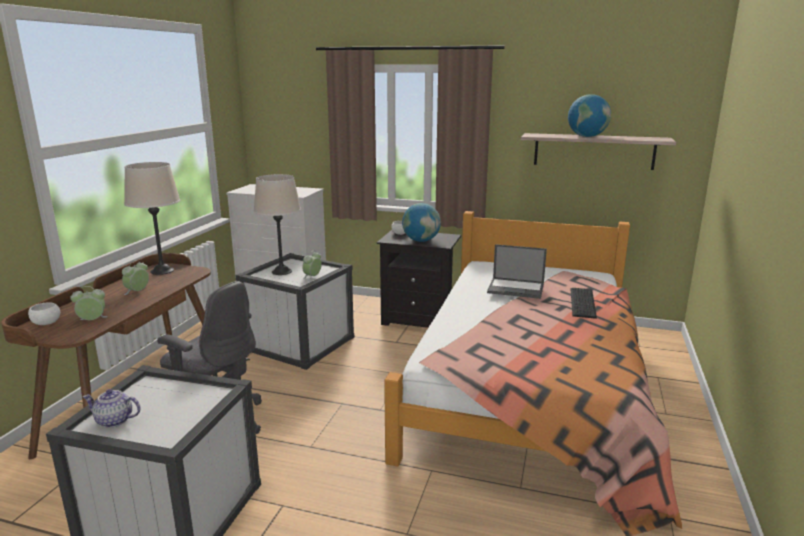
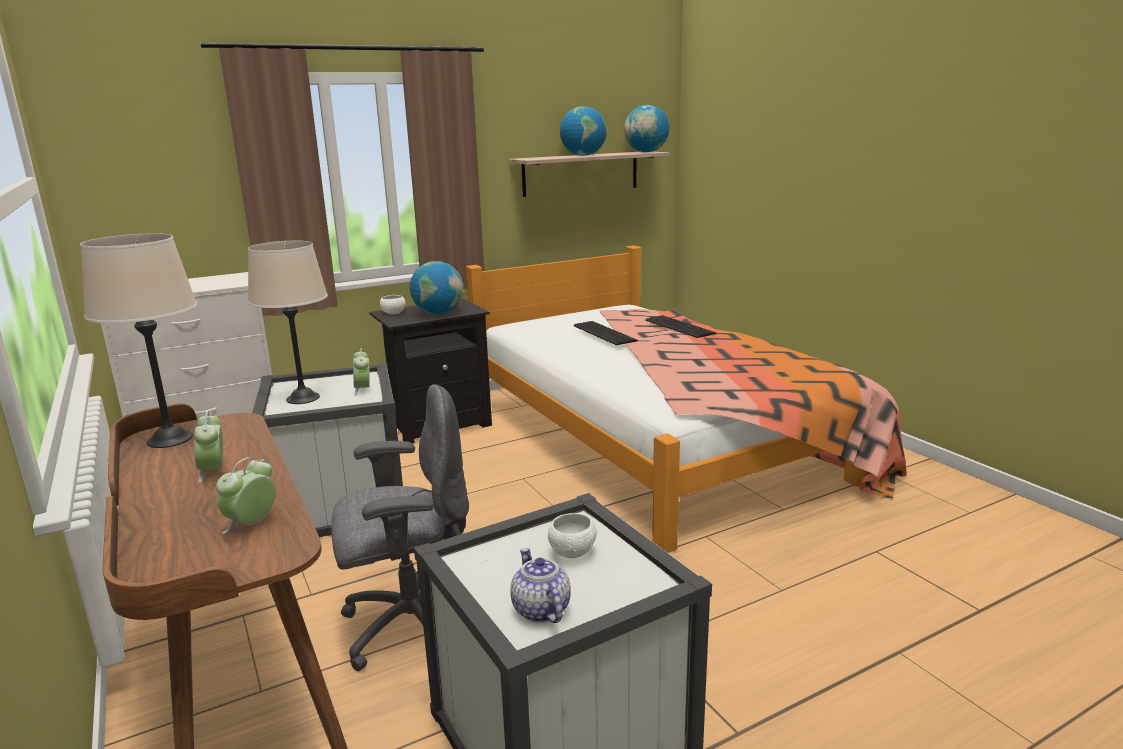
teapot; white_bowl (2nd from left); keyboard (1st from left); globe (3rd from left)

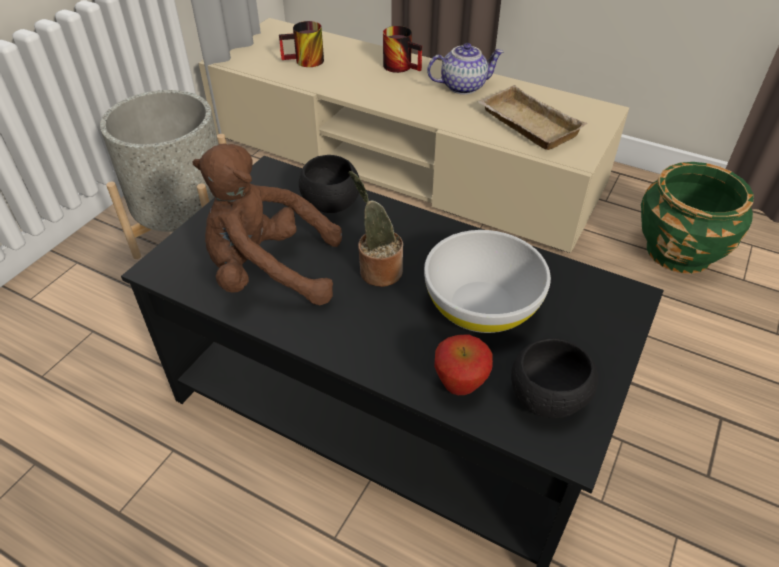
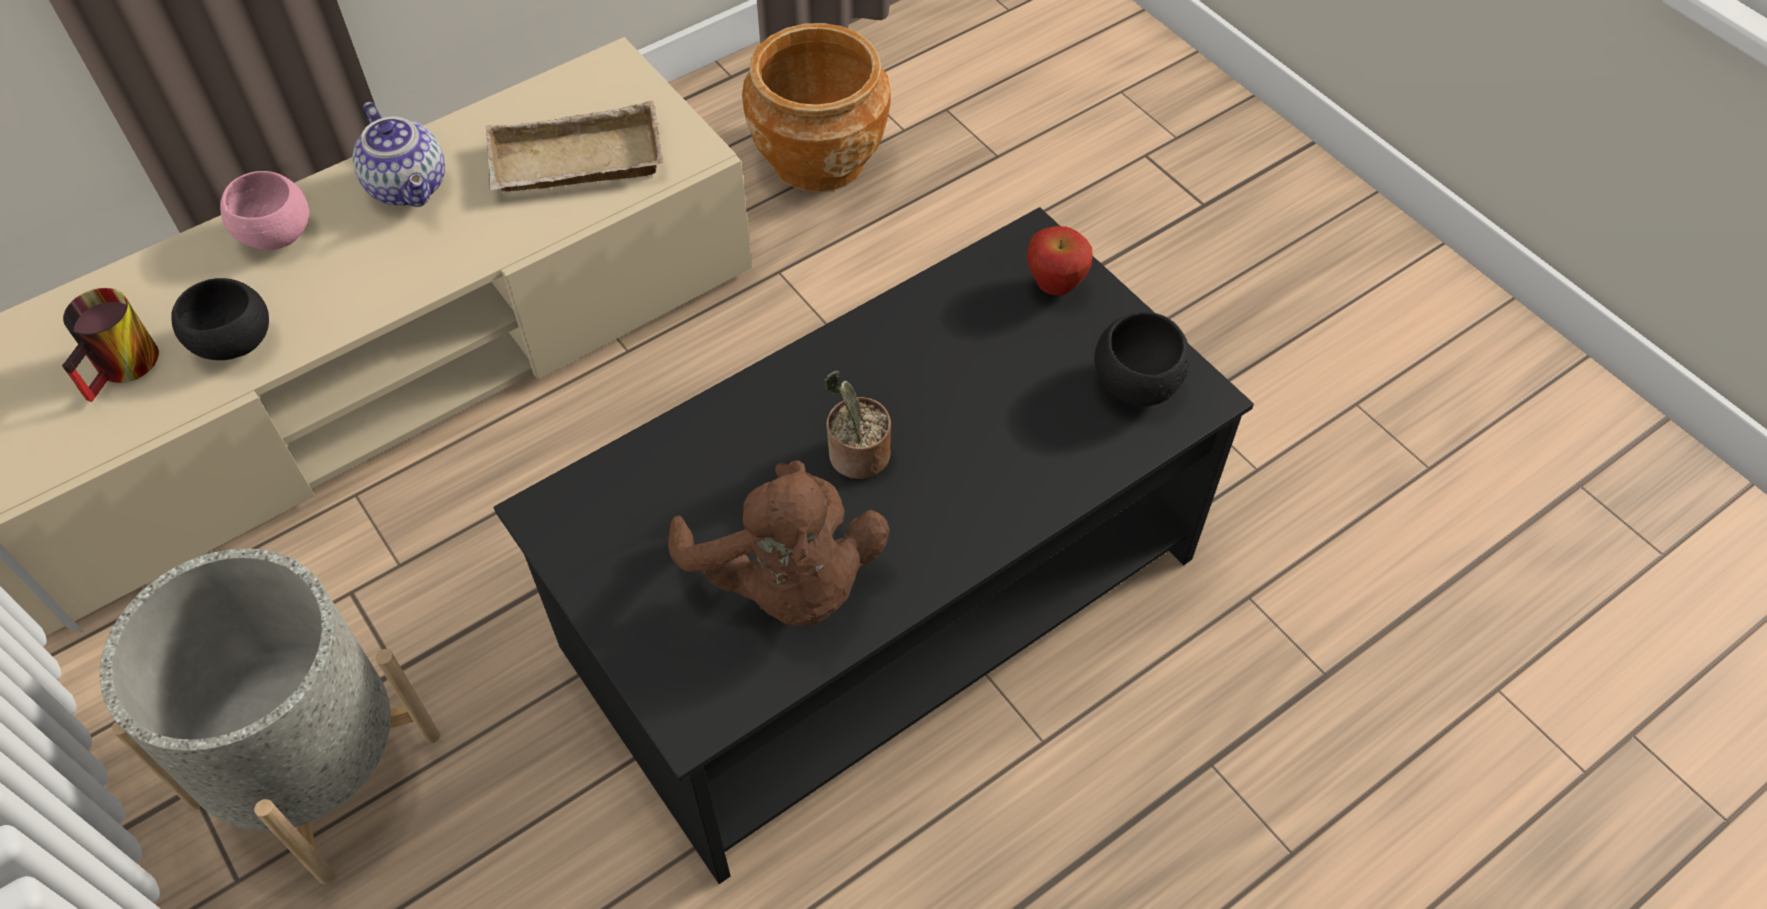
black_bowl (1st from left); pink_bowl; teapot; brown_plush_toy; brown_planter; apple; white_bowl

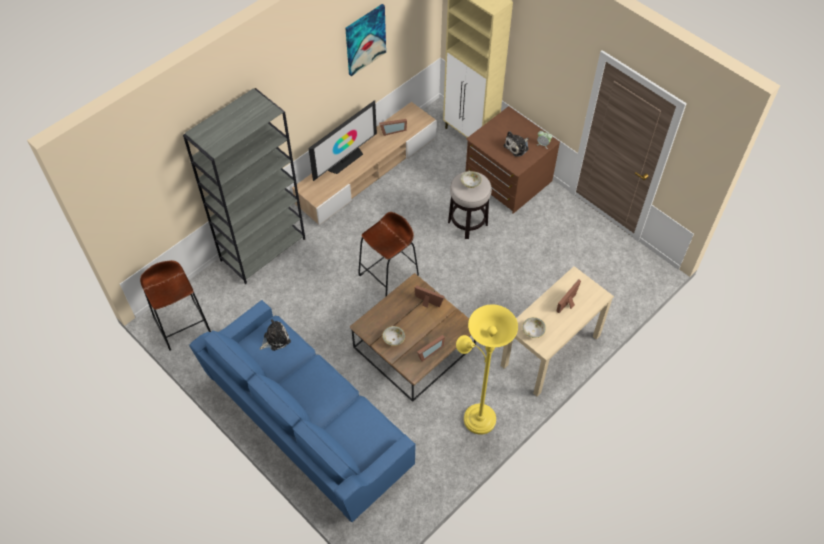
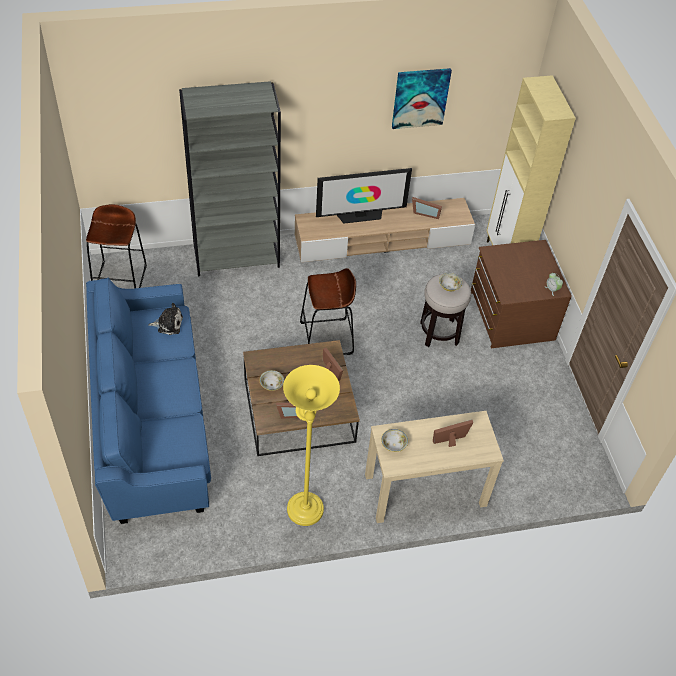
plush_toy (2nd from left in the first image)

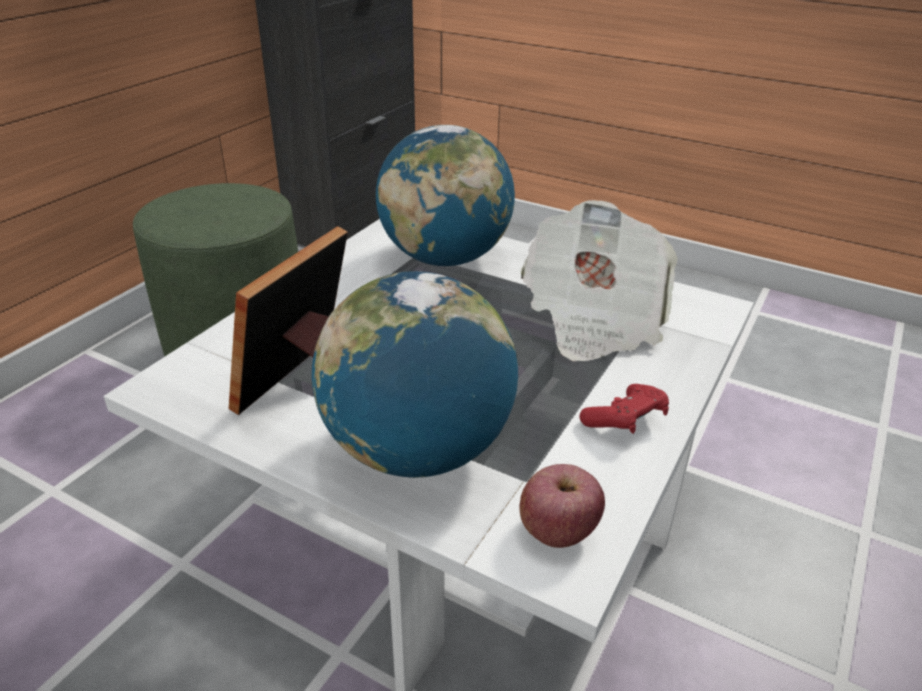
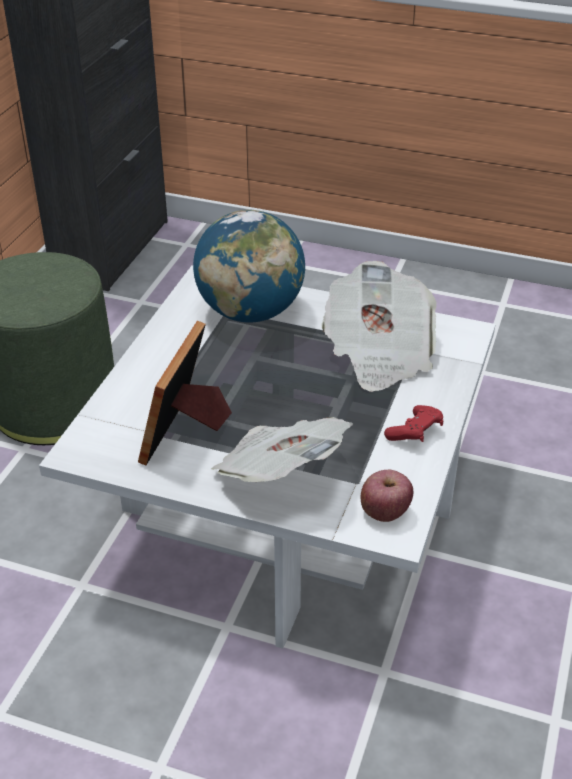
newspaper (1st from left)

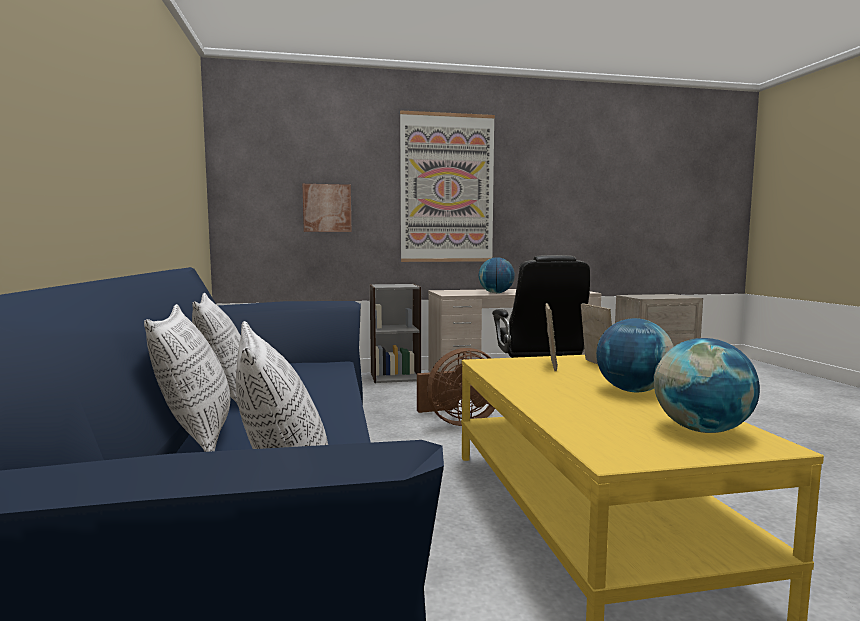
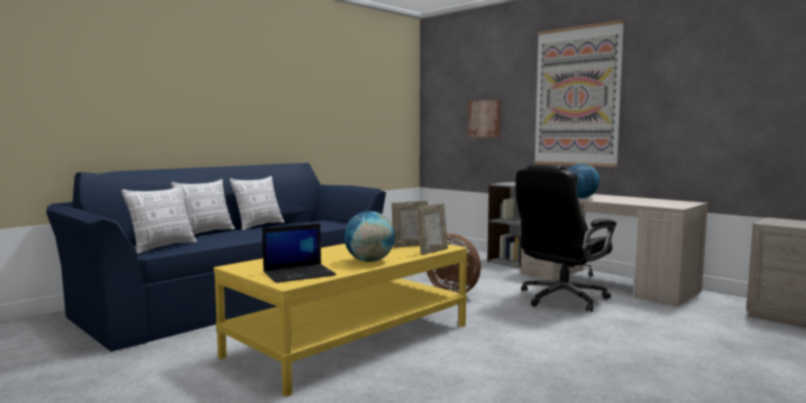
laptop

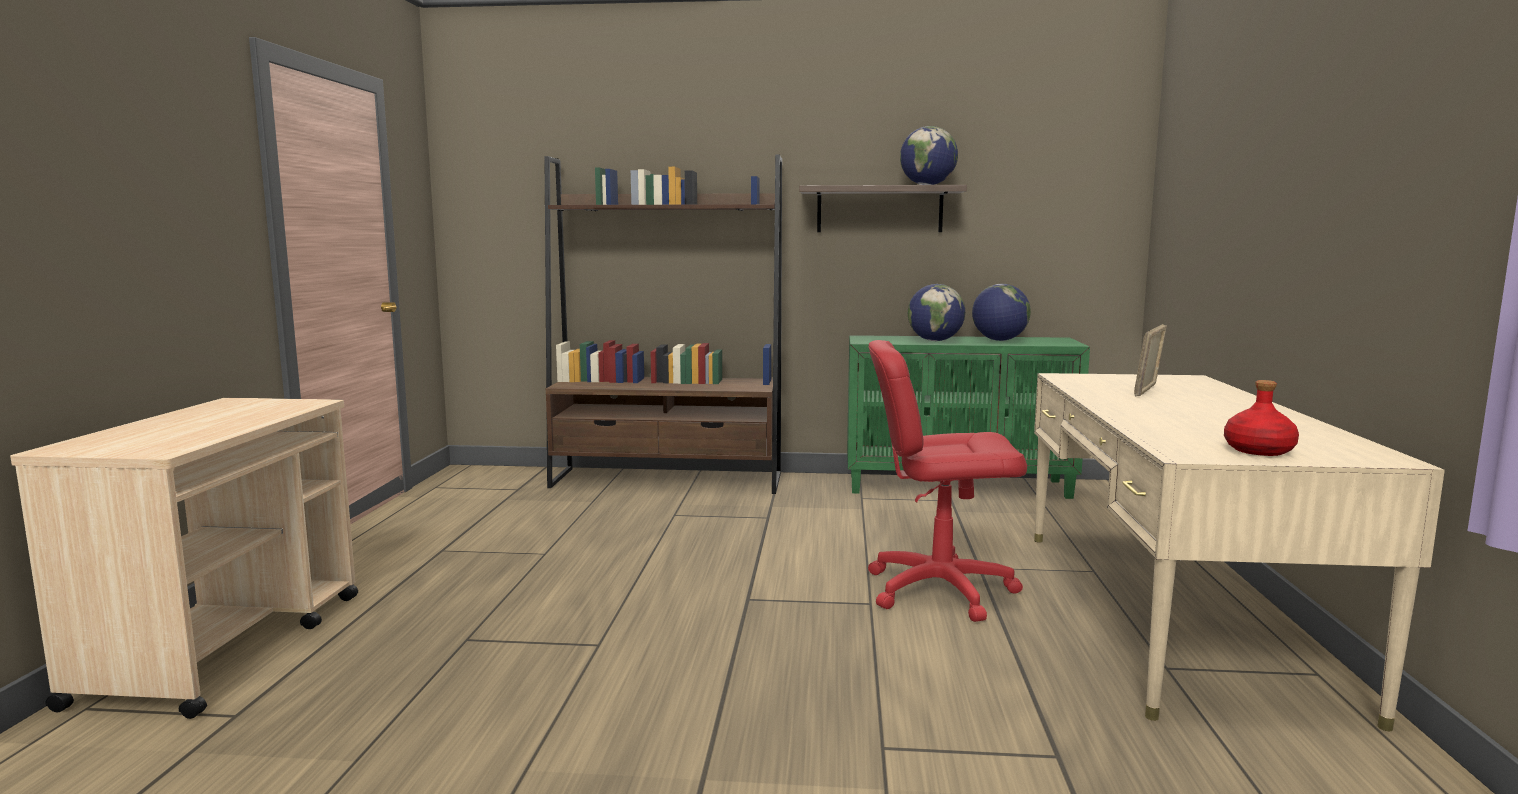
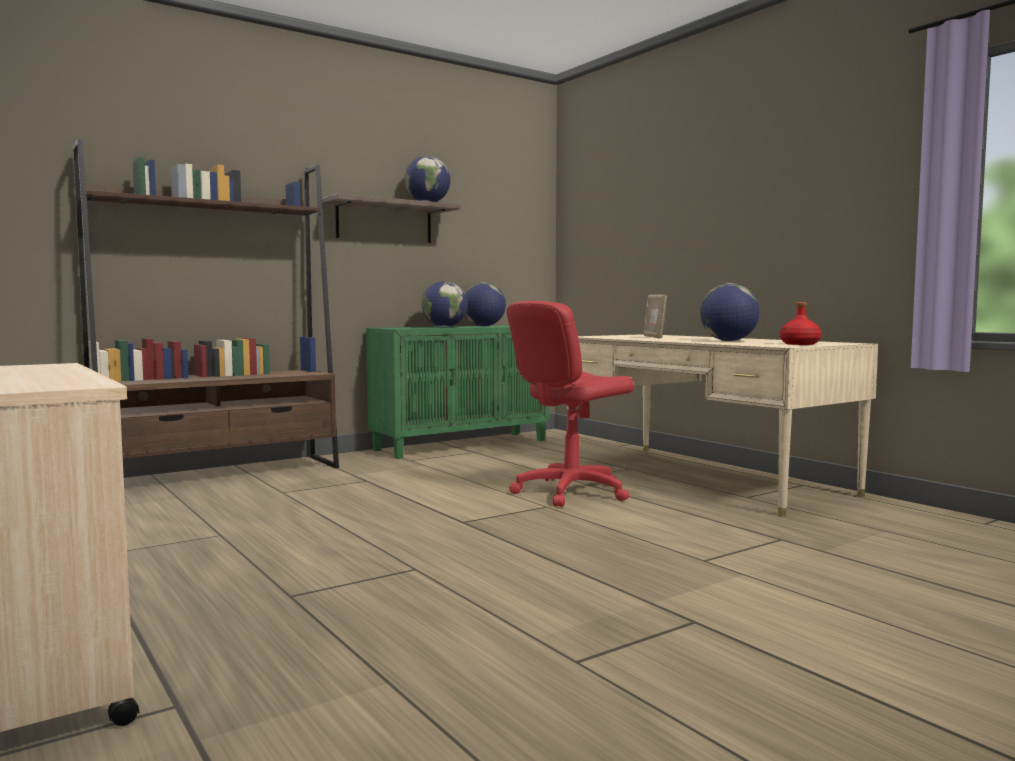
globe (4th from left)

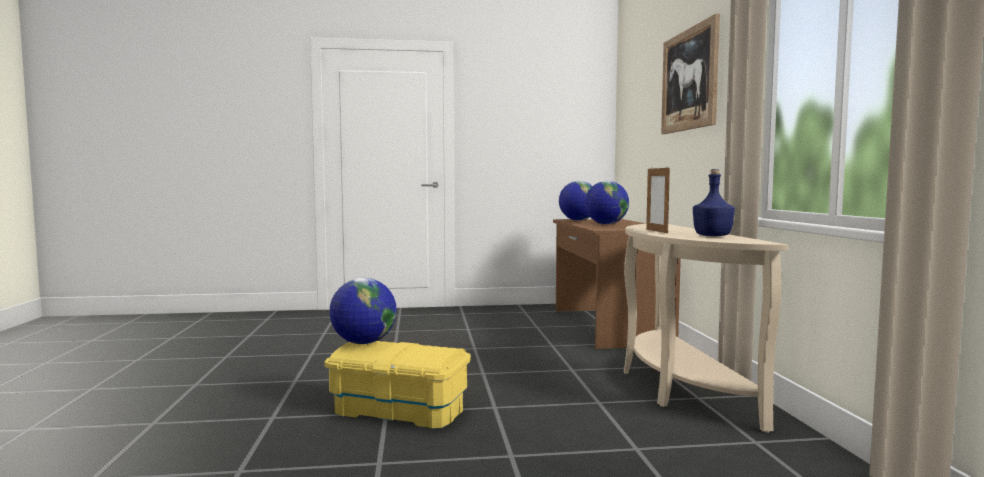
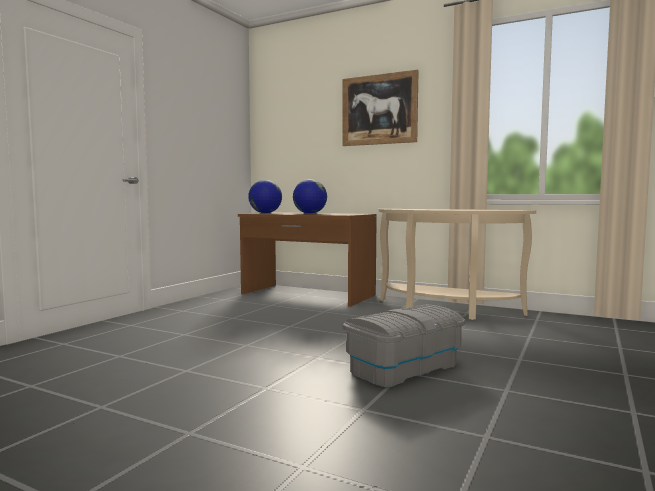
grey_storage_box; globe (1st from left in the first image); picture_frame; blue_bottle

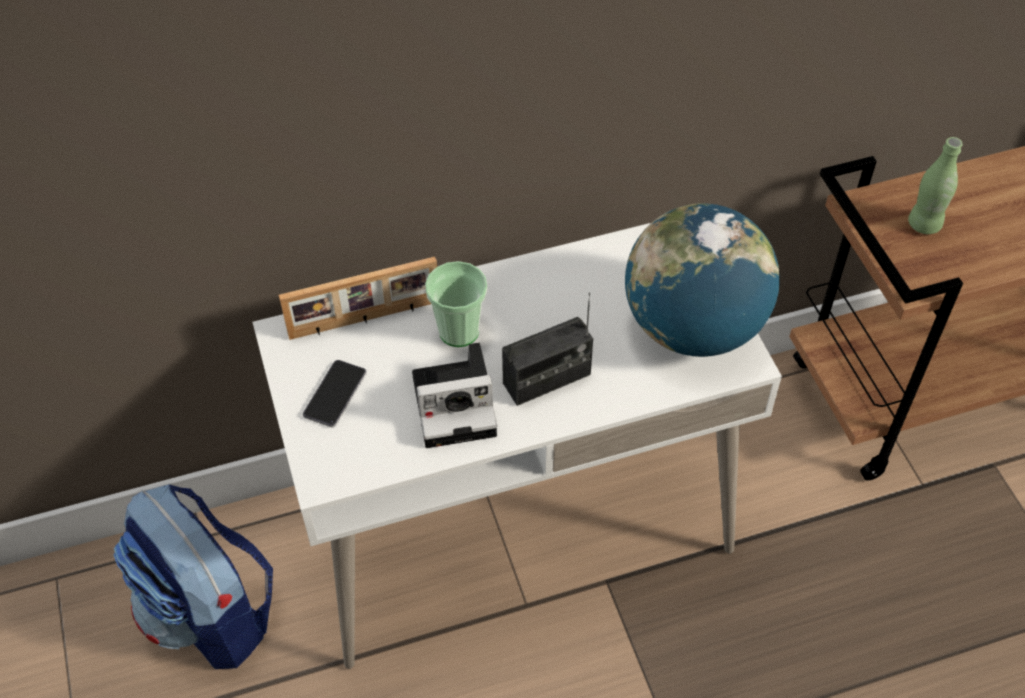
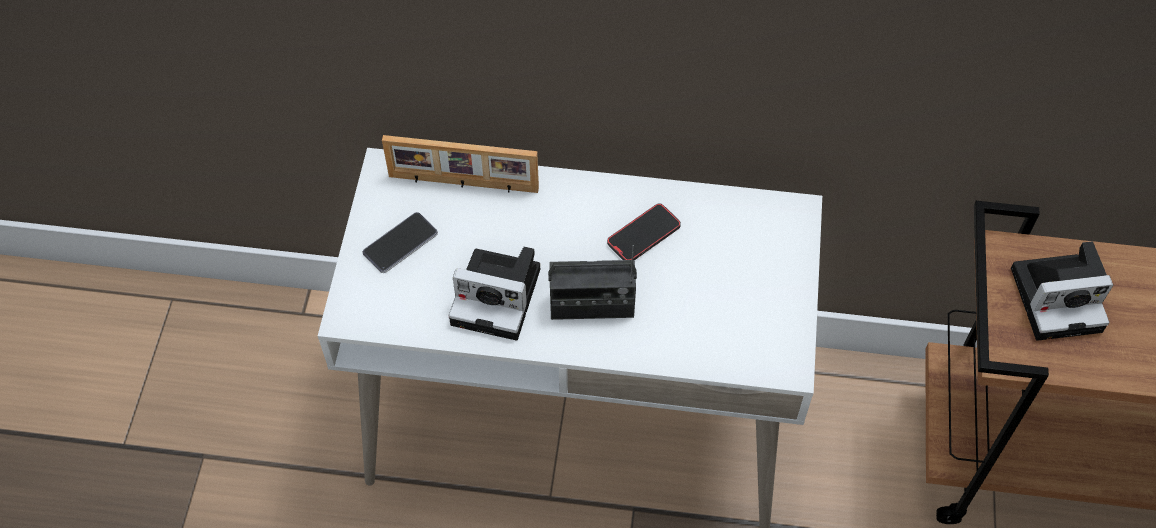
phone (2nd from left); photo_camera (2nd from left); backpack; cup; globe

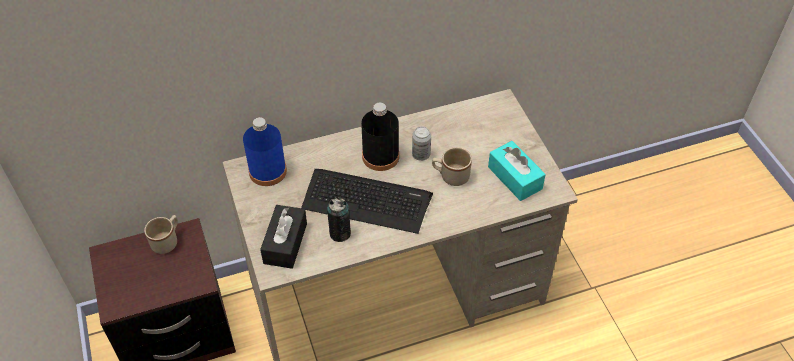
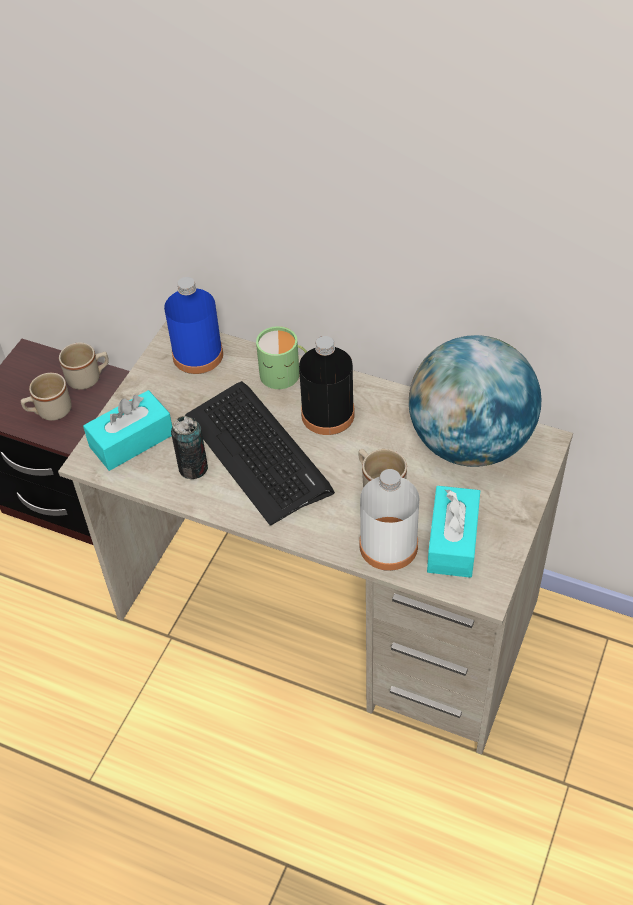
beige_mug (1st from left); turquoise_tissue_box (1st from left); green_mug; white_bottle; globe; can (2nd from left in the first image)

